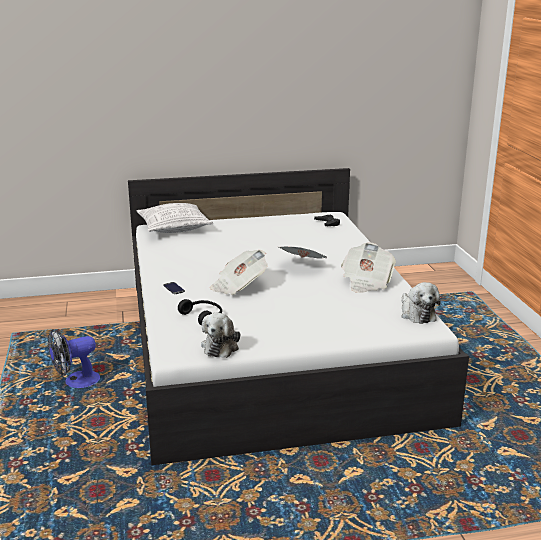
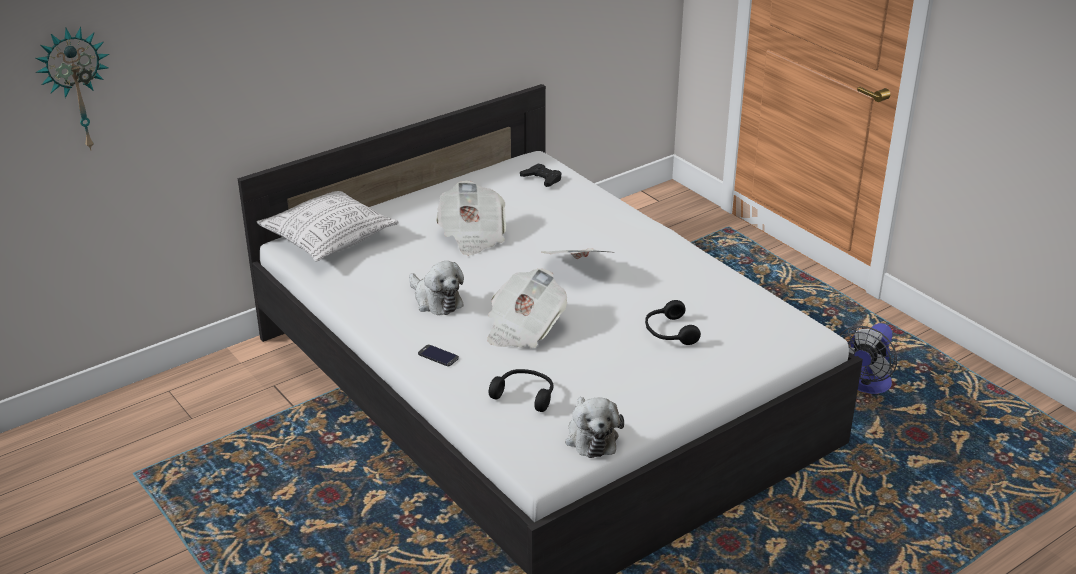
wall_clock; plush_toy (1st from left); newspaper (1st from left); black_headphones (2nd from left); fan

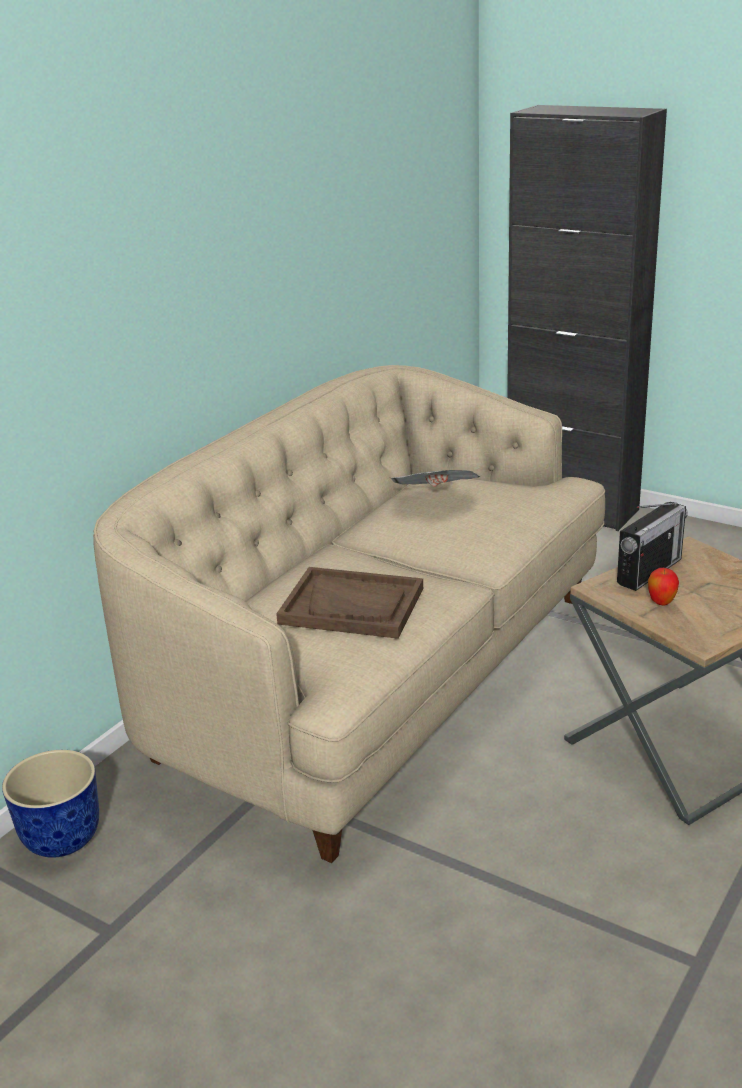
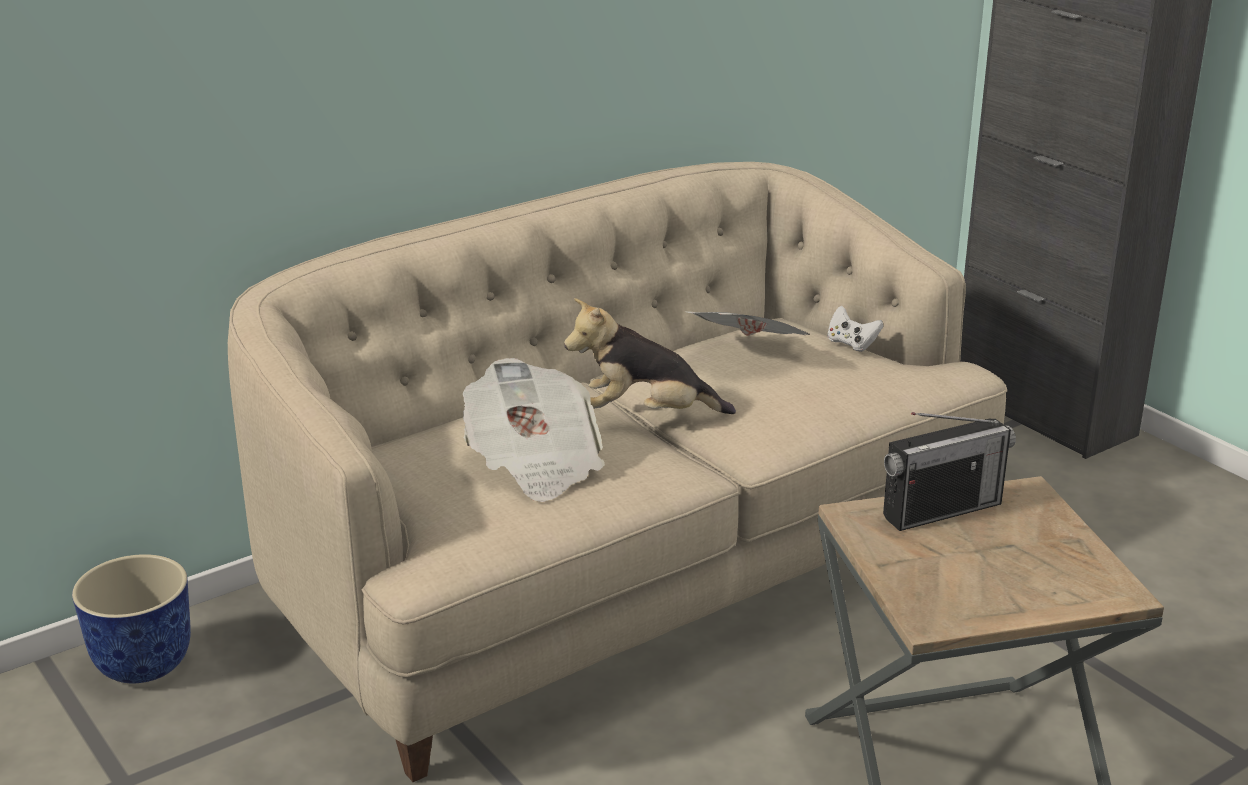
newspaper (1st from left); plush_toy; white_game_controller; apple

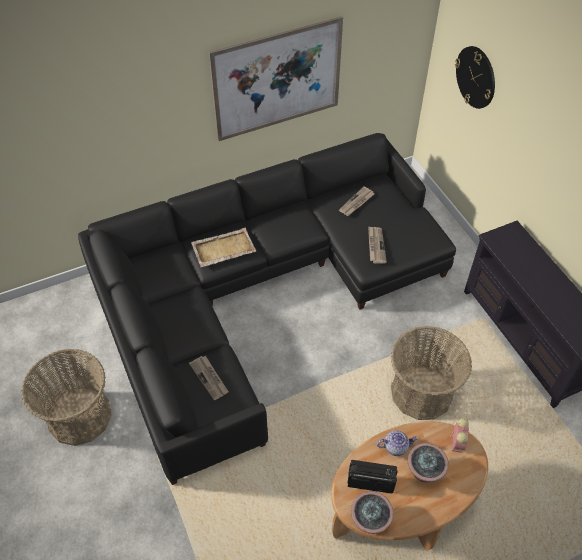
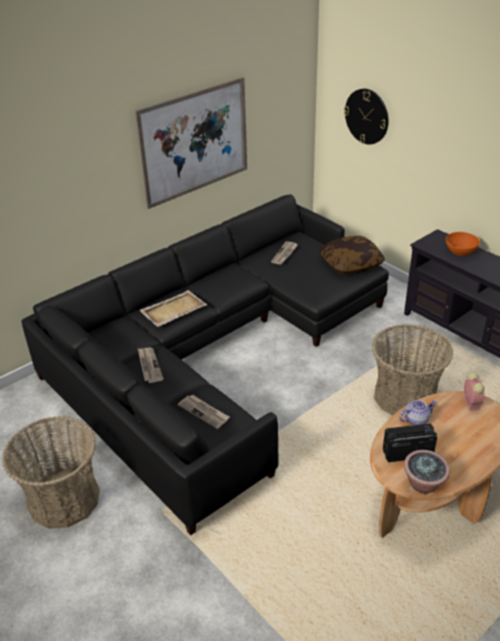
newspaper (1st from left); pillow; orange_bowl; potted_plant (2nd from left in the first image)

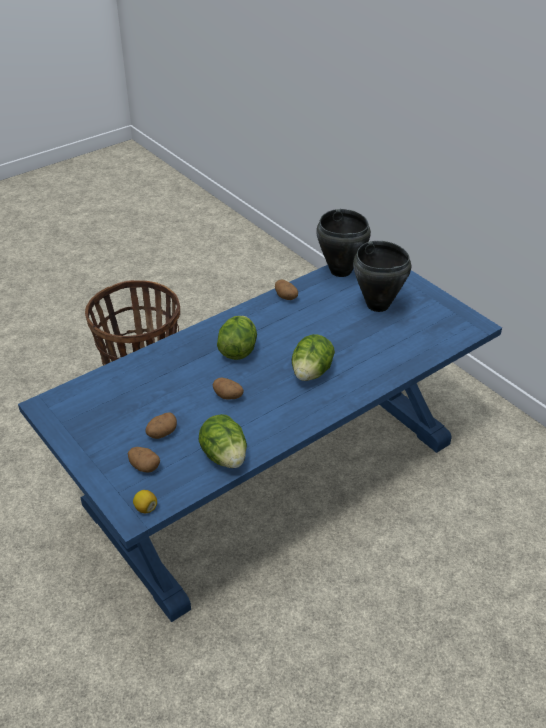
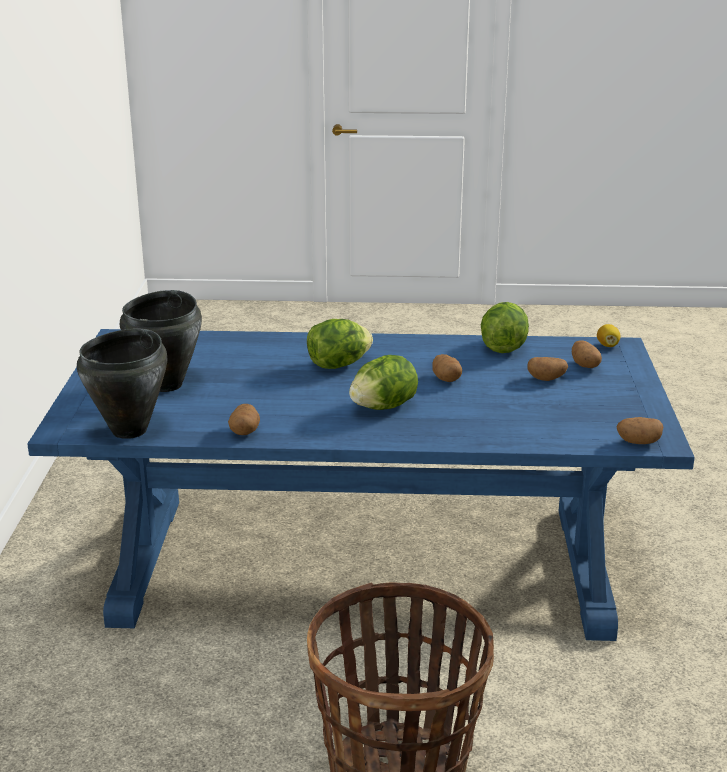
potato (5th from left)

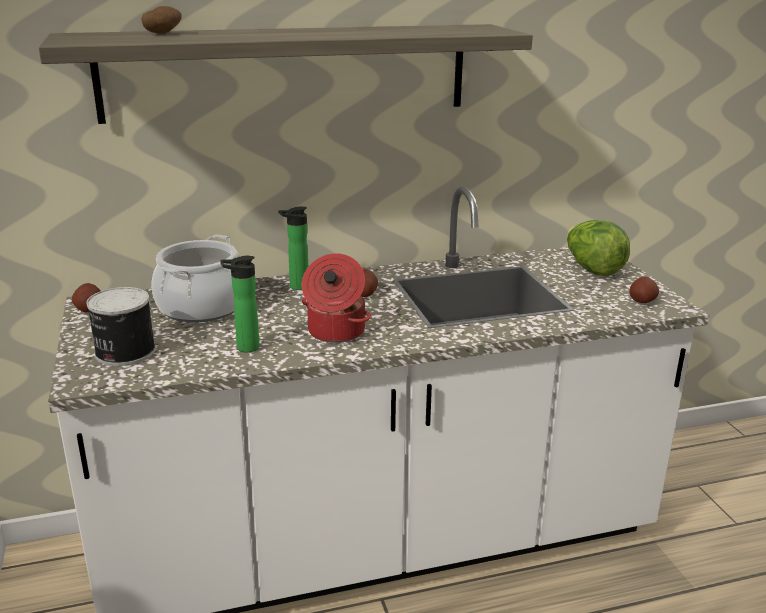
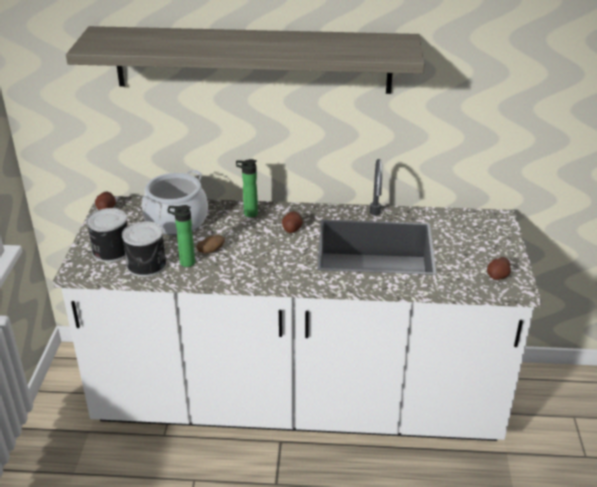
can (2nd from left); potato (2nd from left); cooking_pot (2nd from left in the first image); lettuce

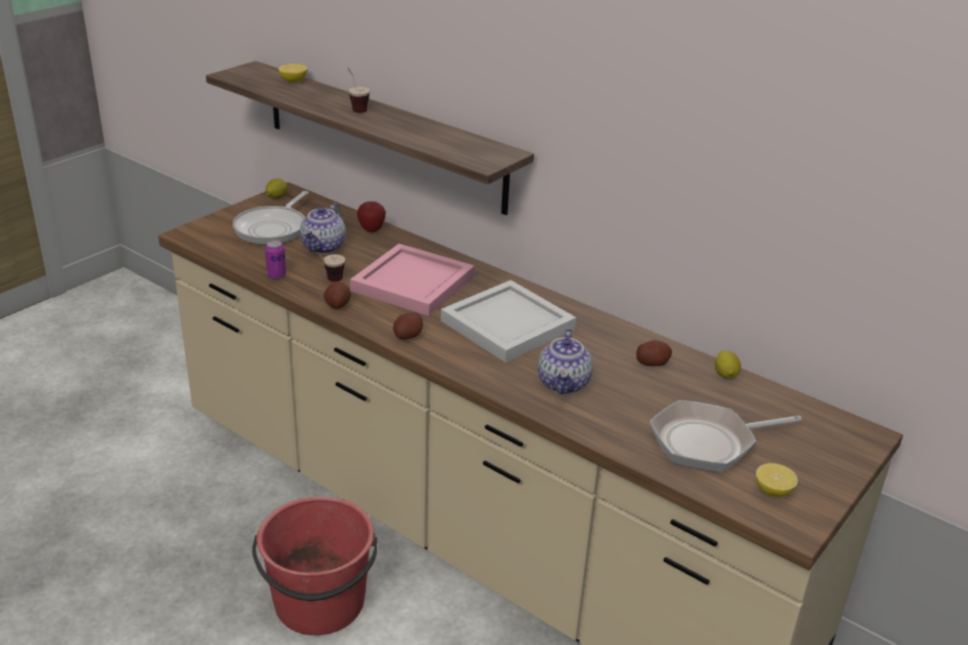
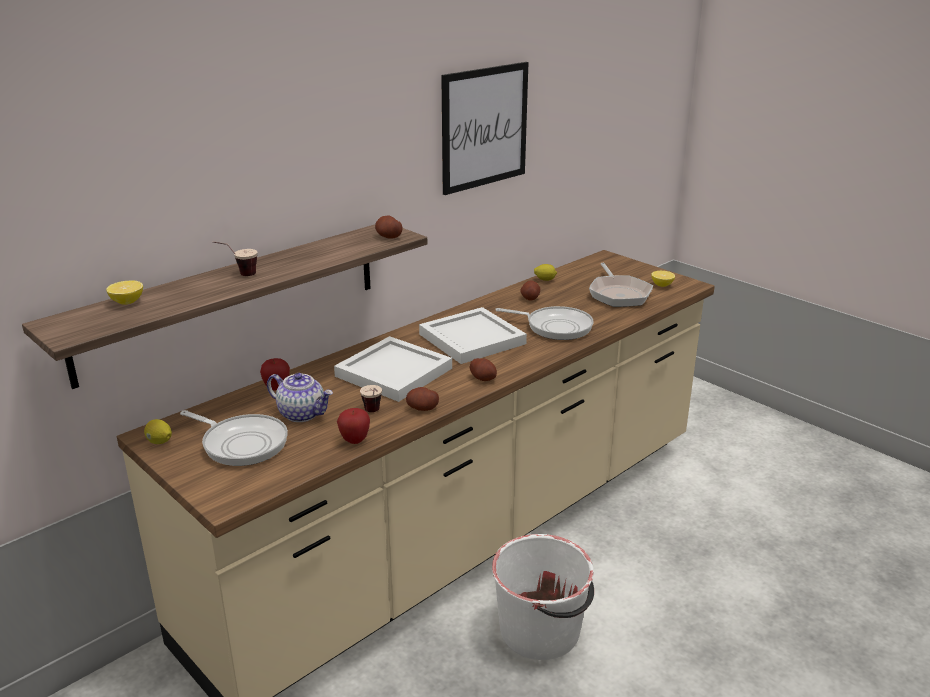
white_tray (1st from left); apple (2nd from left); potato (1st from left); picture; white_bucket; frying_pan (2nd from left)

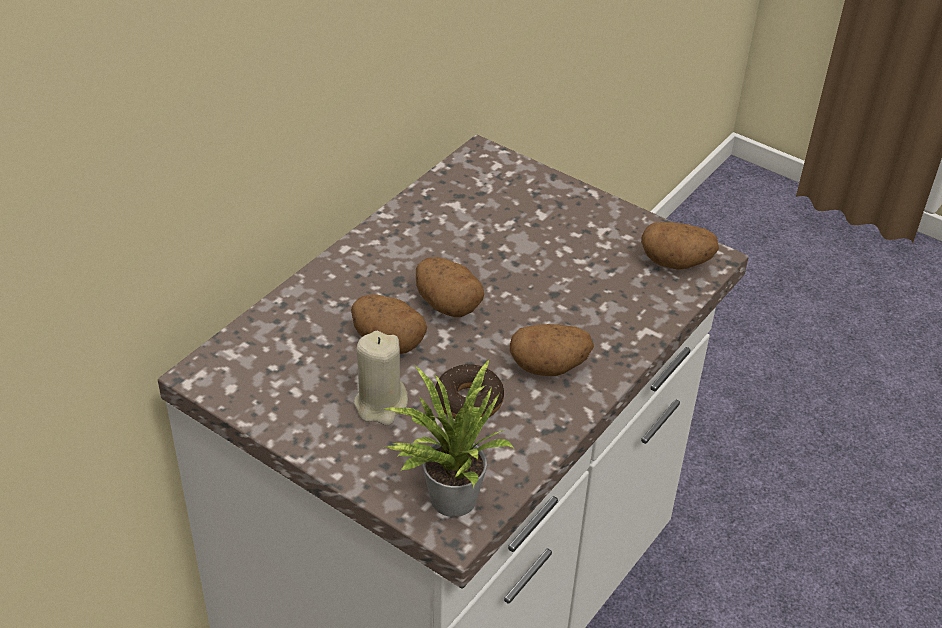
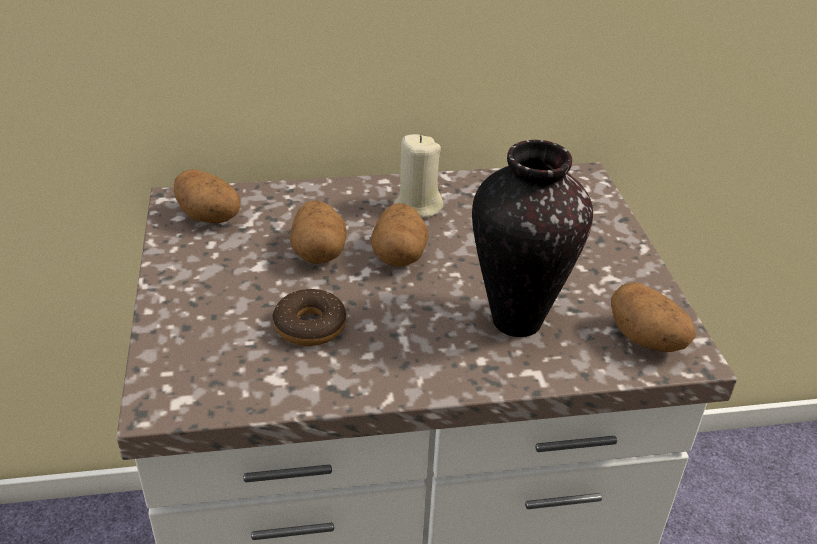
potato (1st from left); beige_candle; vase; potted_plant

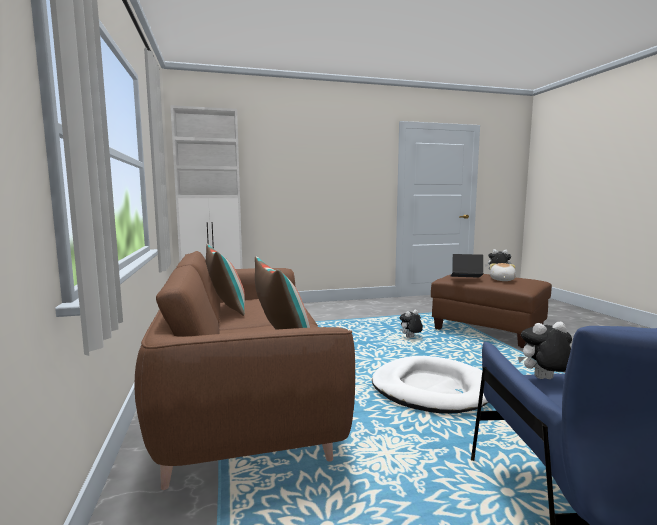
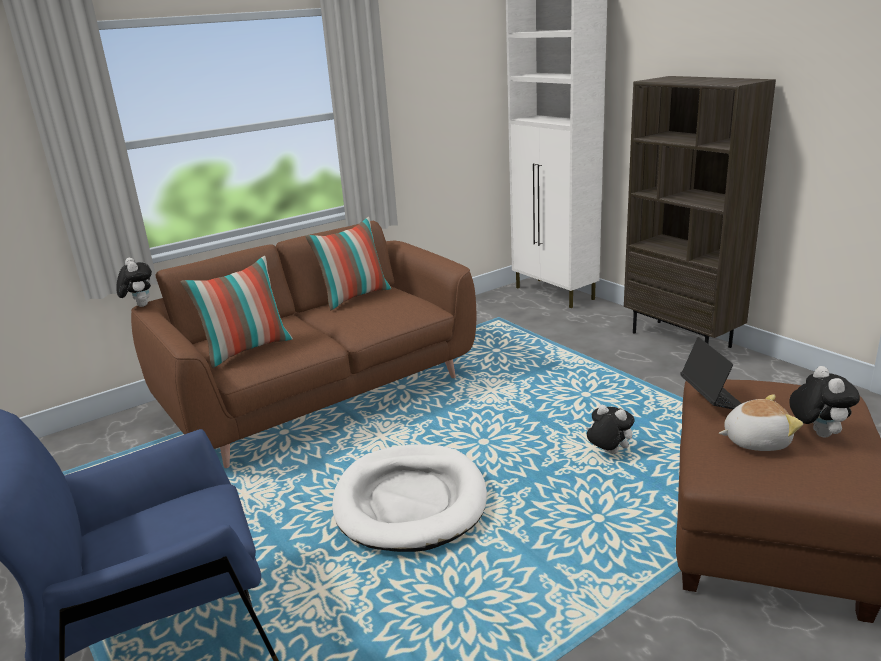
plush_toy (1st from left); brown_bookcase

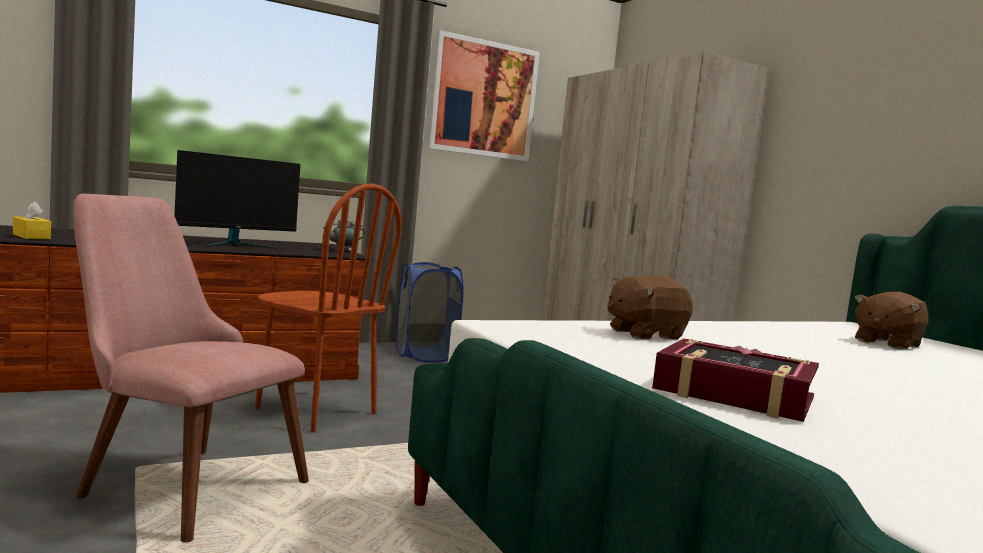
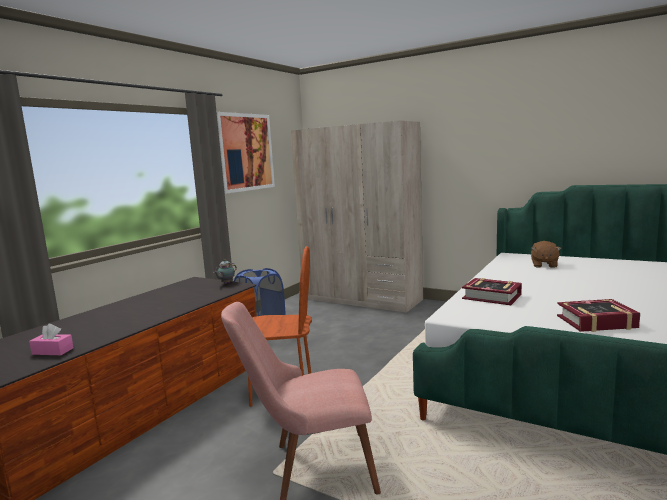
pink_tissue_box; book (1st from left); monitor

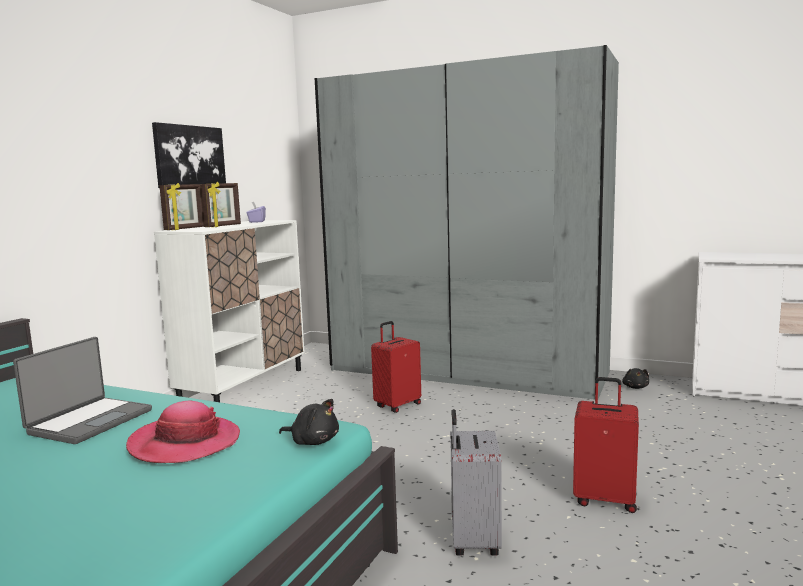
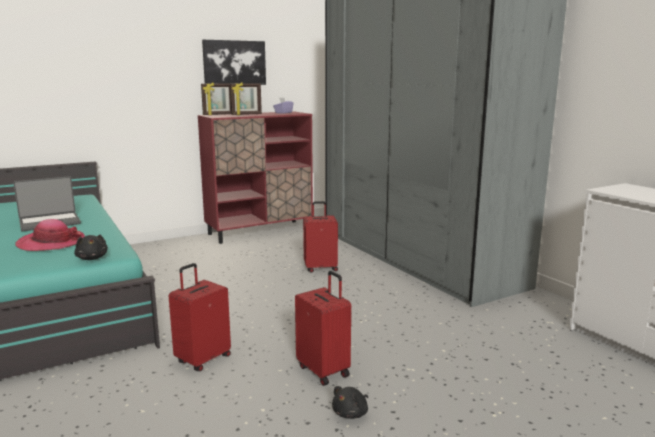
red_suitcase (1st from left); red_cabinet; black_plush_toy (2nd from left)

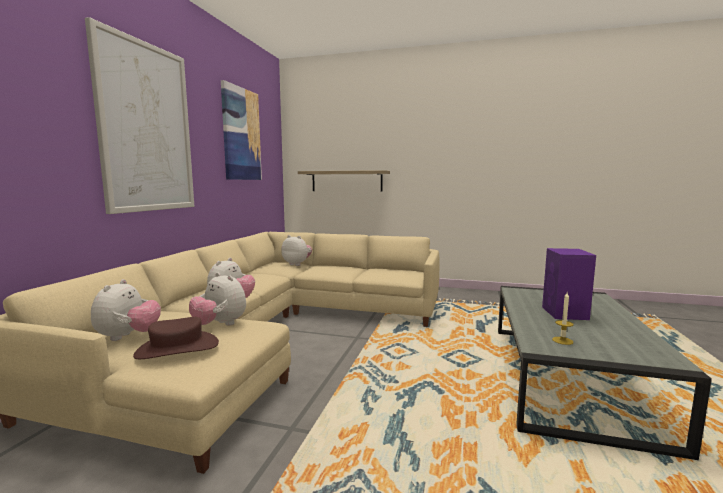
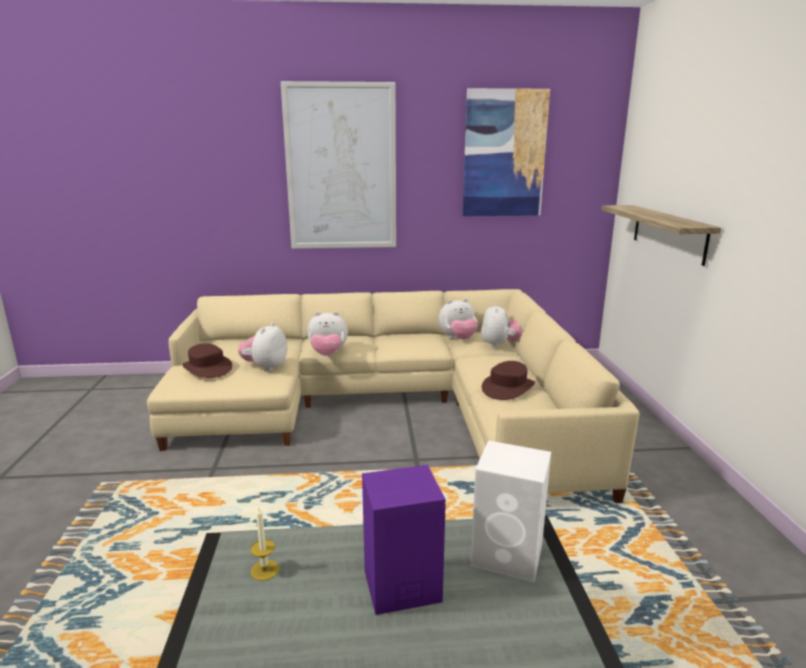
plush_toy (3rd from left); white_speaker; brown_hat (2nd from left)

